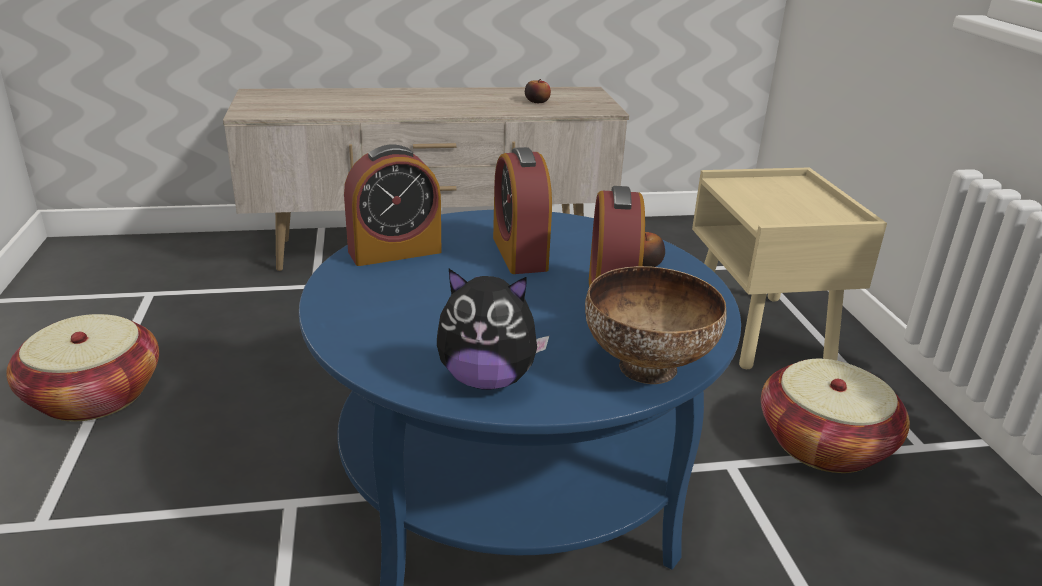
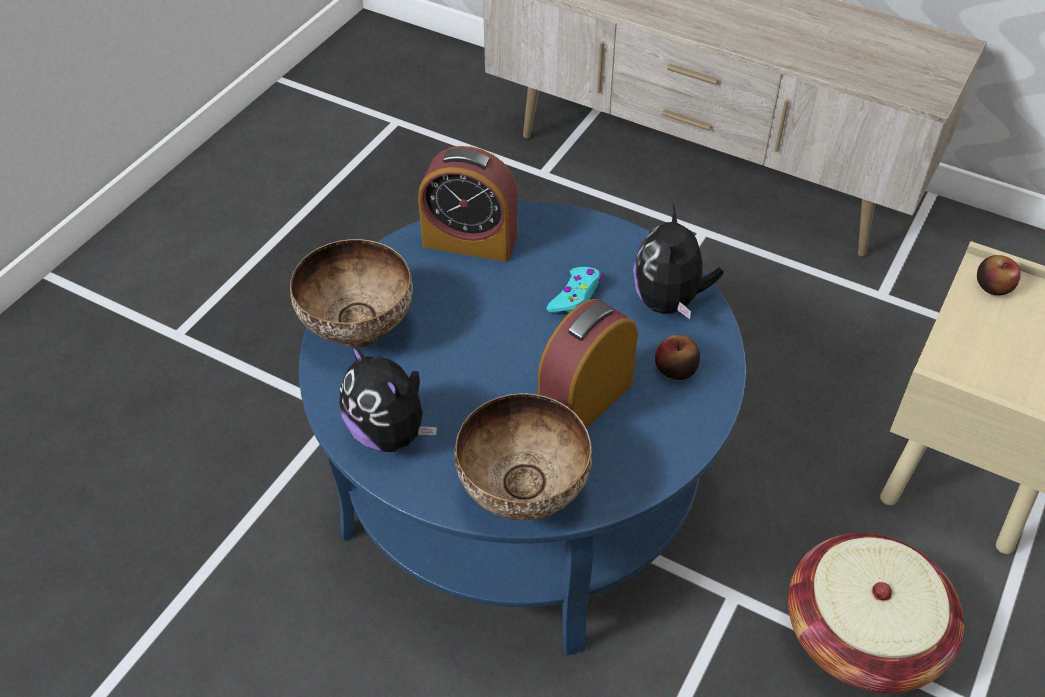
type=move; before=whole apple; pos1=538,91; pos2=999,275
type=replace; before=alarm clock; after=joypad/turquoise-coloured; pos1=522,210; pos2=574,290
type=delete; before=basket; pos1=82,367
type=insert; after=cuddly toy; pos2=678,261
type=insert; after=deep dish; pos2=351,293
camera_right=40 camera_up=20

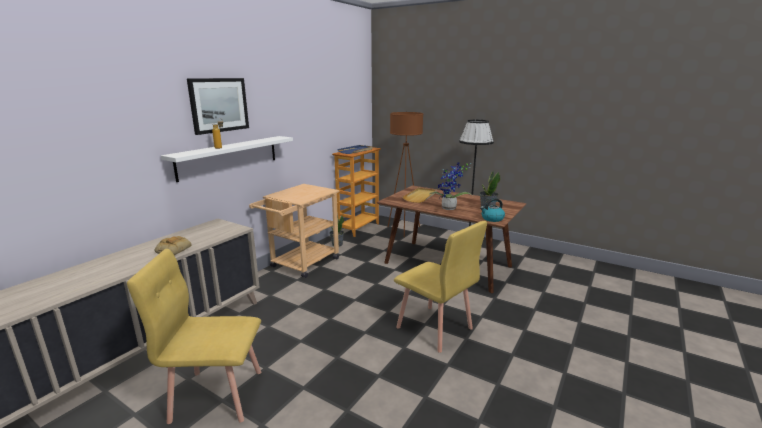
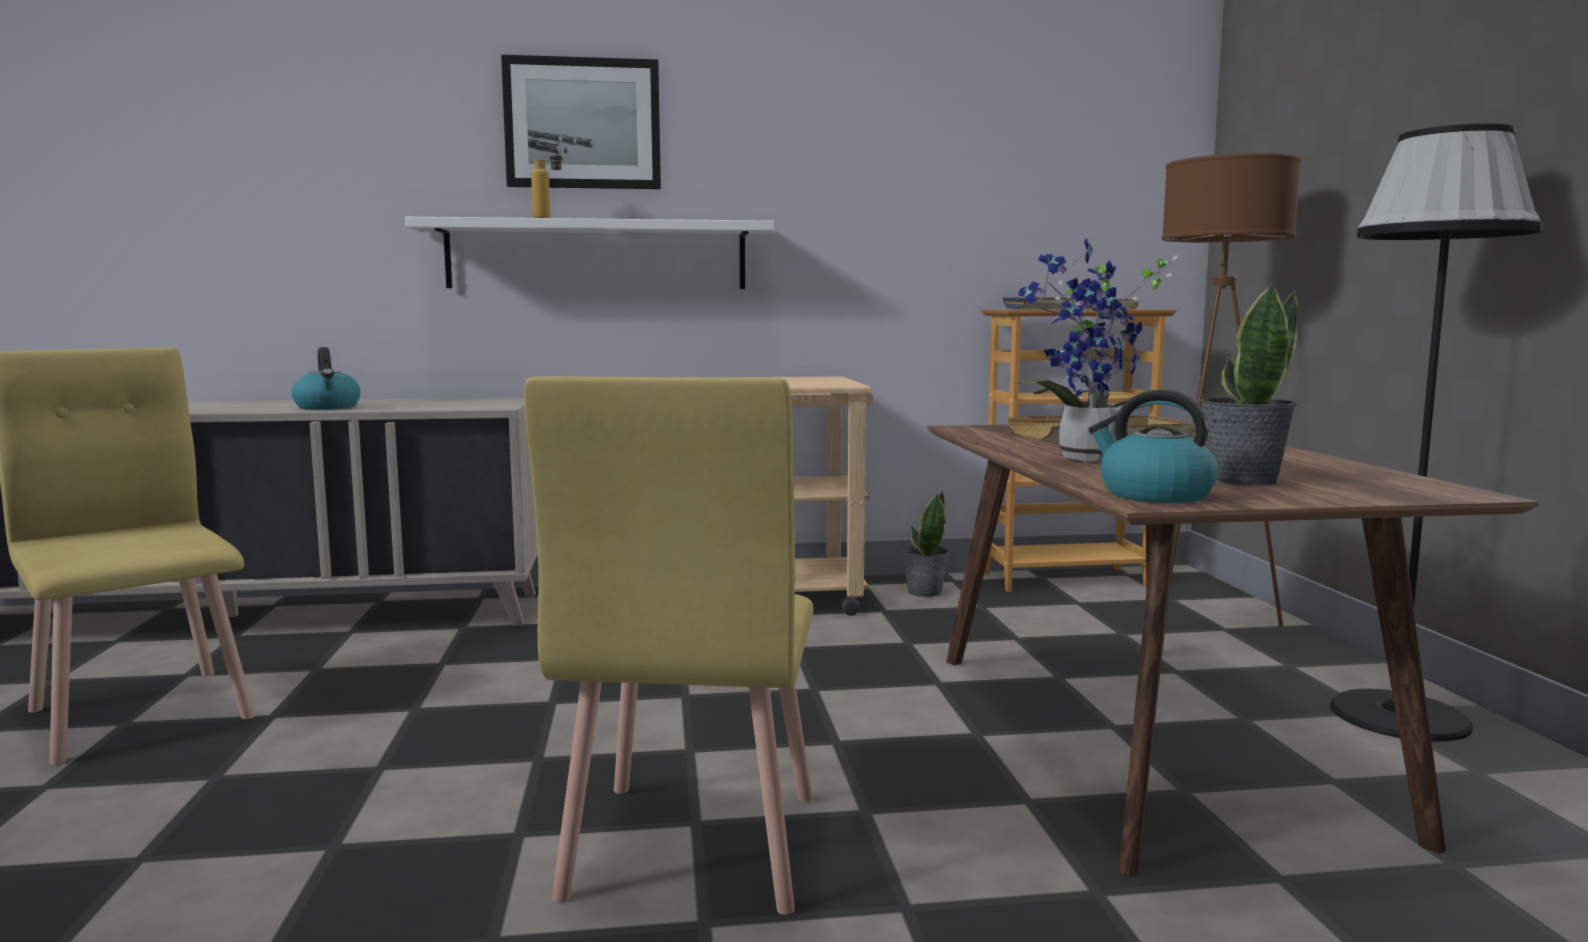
type=replace; before=bread; after=tea kettle; pos1=173,245; pos2=326,378
camera_right=50 camera_up=-10

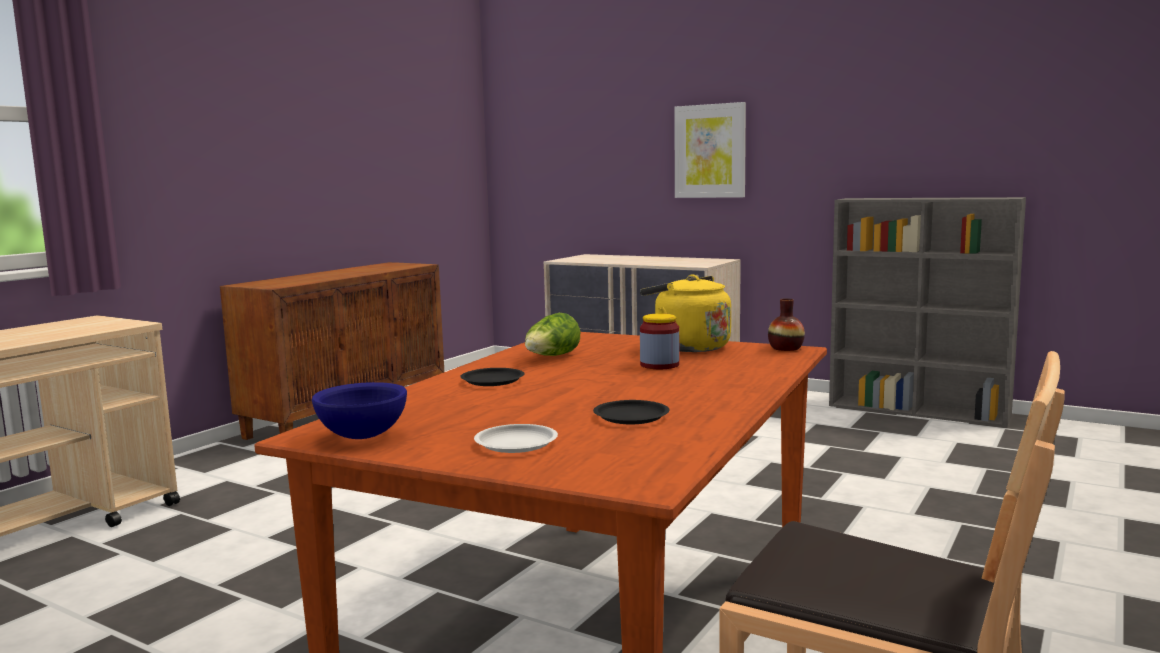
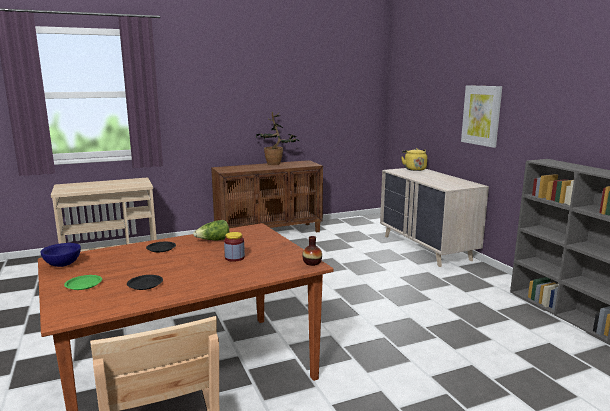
type=move; before=tea kettle/yellow; pos1=685,313; pos2=414,159
type=recolor; before=plate/whitish; after=plate/green-coloured; pos1=516,438; pos2=83,282
type=insert; after=plant in a pot; pos2=277,138
camera_right=35 camera_up=5

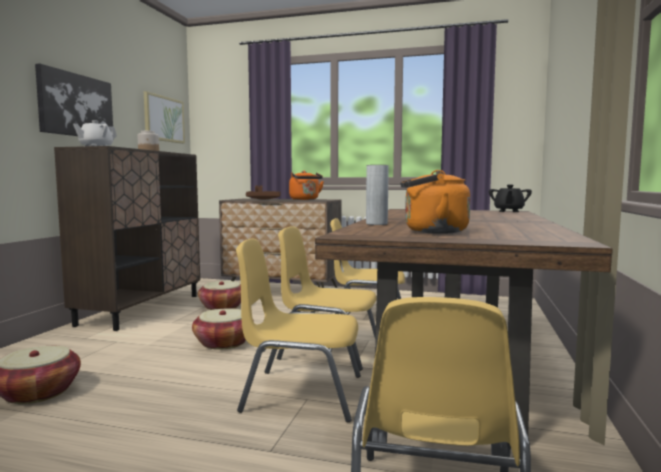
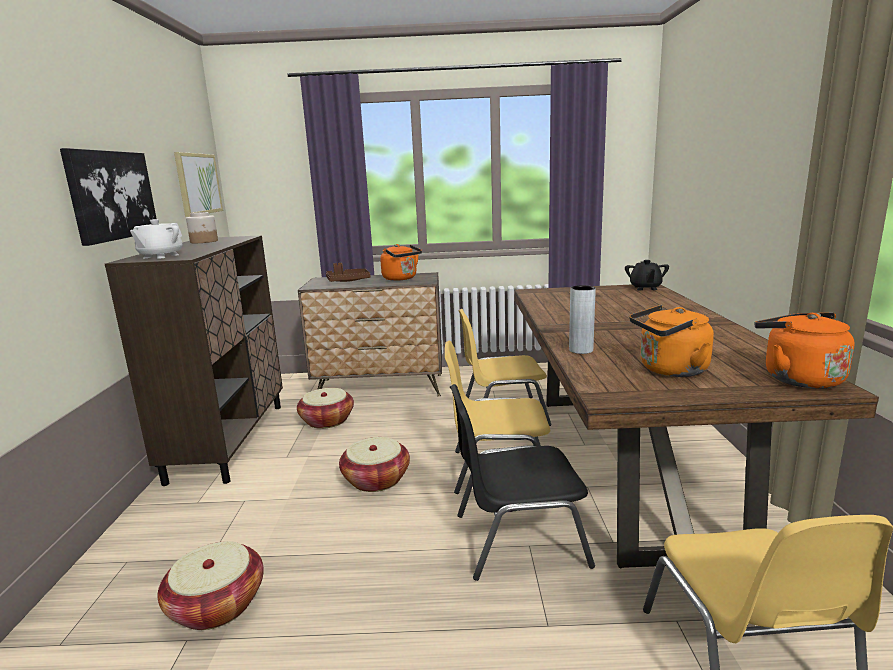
type=recolor; before=chair/yellow; after=chair/black-coloured; pos1=298,330; pos2=522,482
type=insert; after=tea kettle/orangey; pos2=804,351
camera_right=-15 camera_up=10

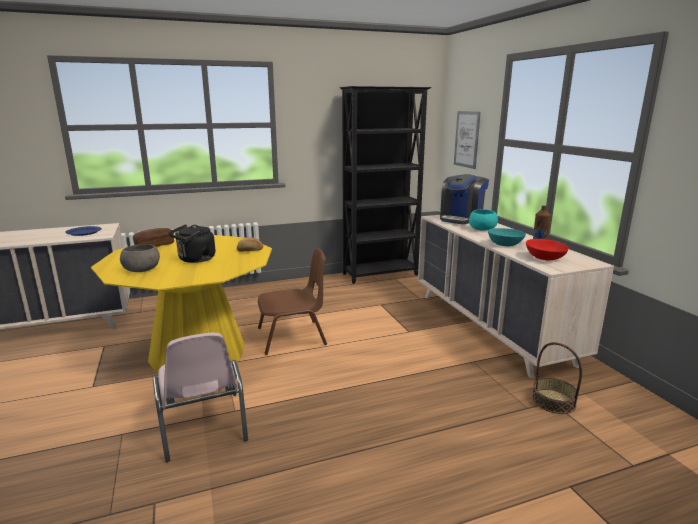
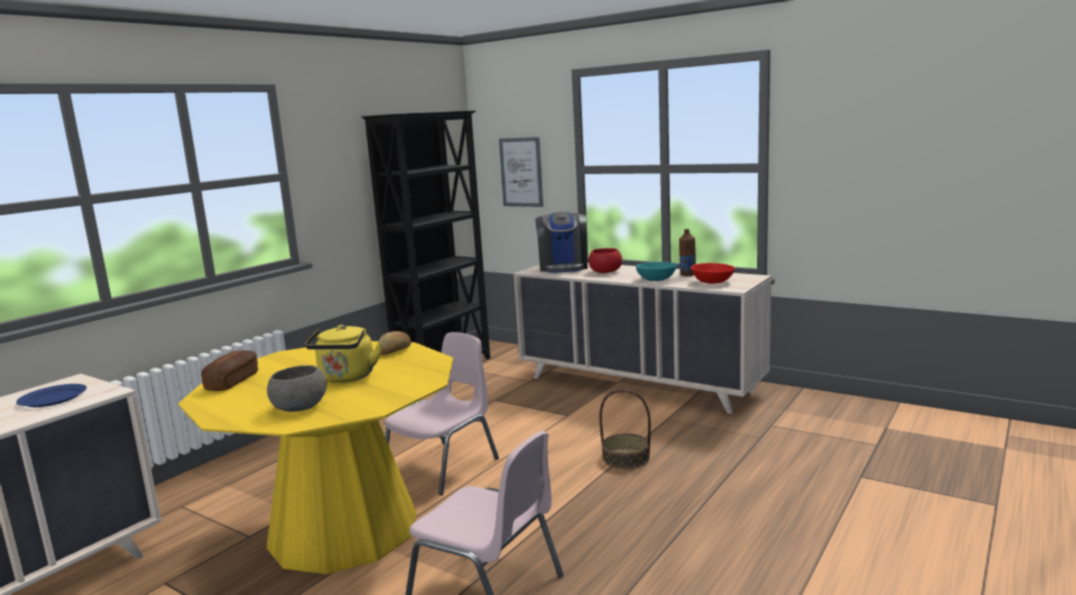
type=recolor; before=deep dish/turquoise-coloured; after=deep dish/red-coloured; pos1=483,219; pos2=605,260
type=recolor; before=tea kettle/black-coloured; after=tea kettle/yellow; pos1=191,244; pos2=343,354
type=recolor; before=chair/brownish; after=chair/pink; pos1=292,301; pos2=442,413
type=move; before=basket; pos1=557,378; pos2=625,429
camera_right=-35 camera_up=-5

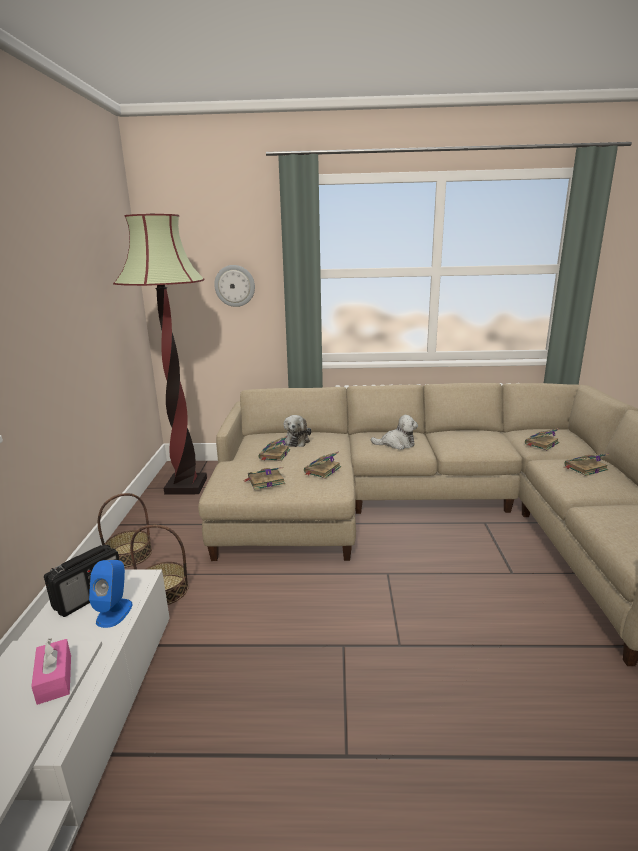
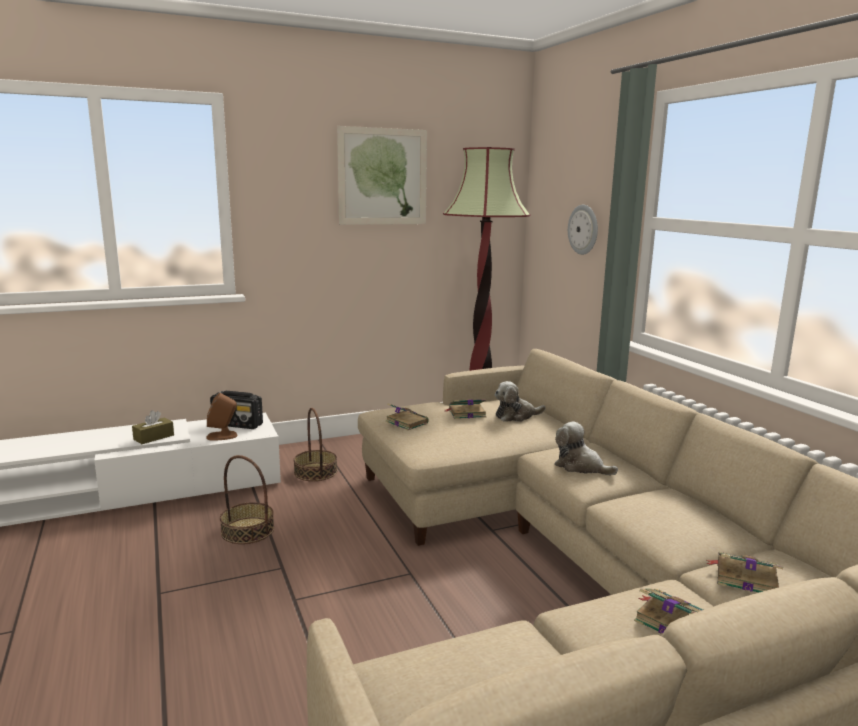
type=rotate; before=cuddly toy; pos1=394,432; pos2=586,448; turn=150
type=delete; before=volume; pos1=322,465
type=move; before=basket; pos1=125,530; pos2=247,499
type=recolor; before=loudspeaker/blue; after=loudspeaker/brownish; pos1=110,594; pos2=222,417
type=recolor; before=tissue holder/pink; after=tissue holder/brownish; pos1=51,671; pos2=153,427
type=insert; after=wall picture; pos2=382,175
camera_right=65 camera_up=-5

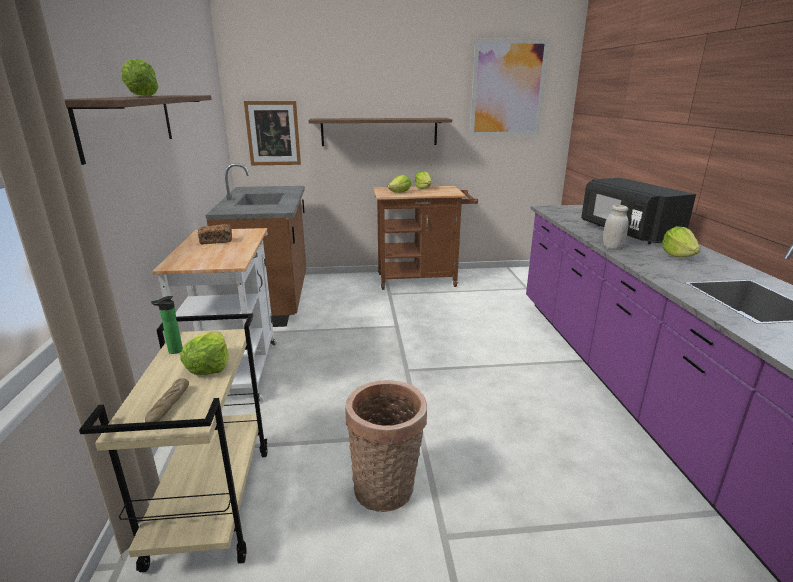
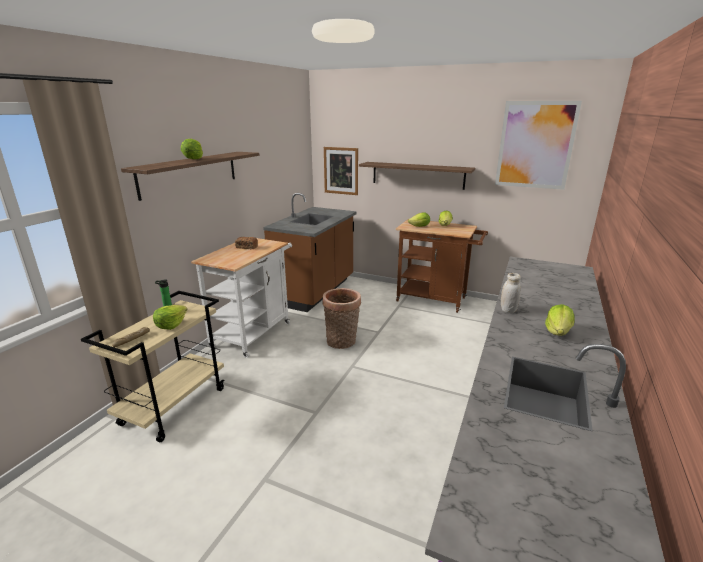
type=delete; before=kitchen microwave/black-coloured; pos1=638,211
type=move; before=basket; pos1=386,446; pos2=341,318
camera_right=30 camera_up=0

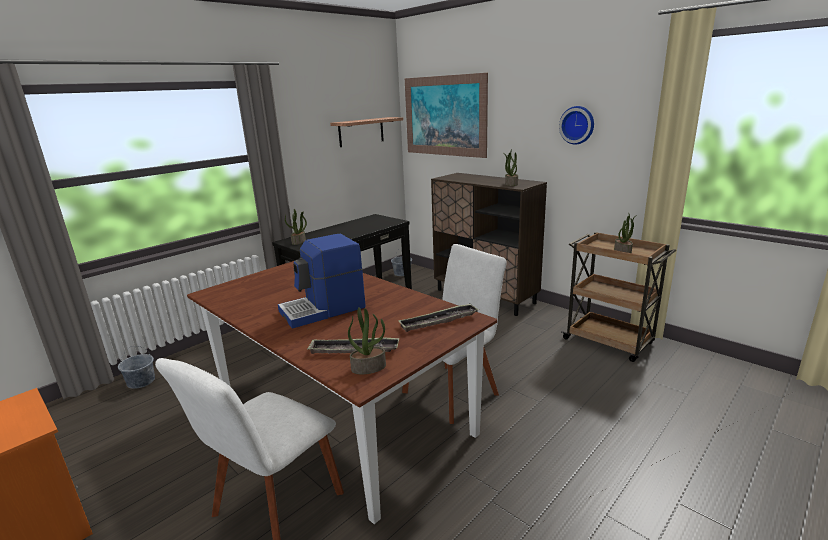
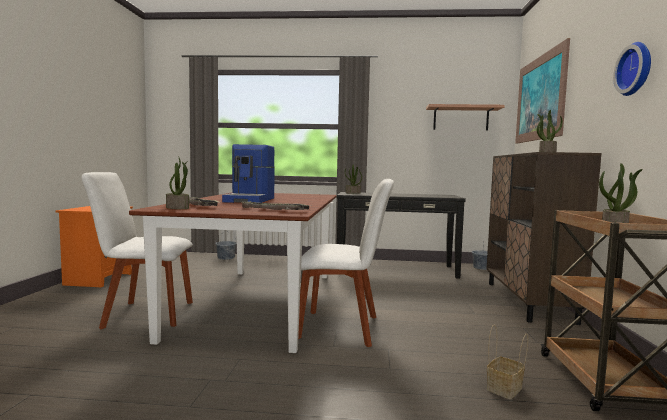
type=rotate; before=coffee brewer; pos1=322,281; pos2=248,173; turn=-105
type=insert; after=basket; pos2=507,362
camera_right=50 camera_up=-15

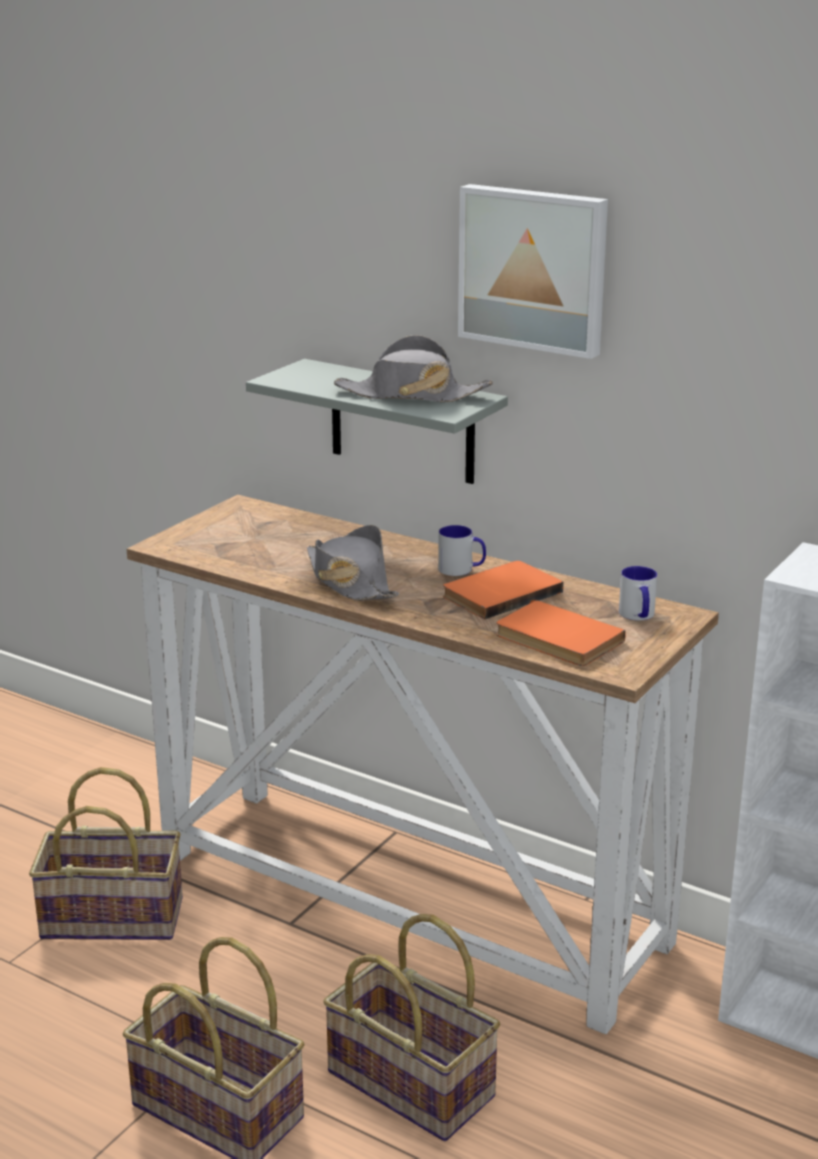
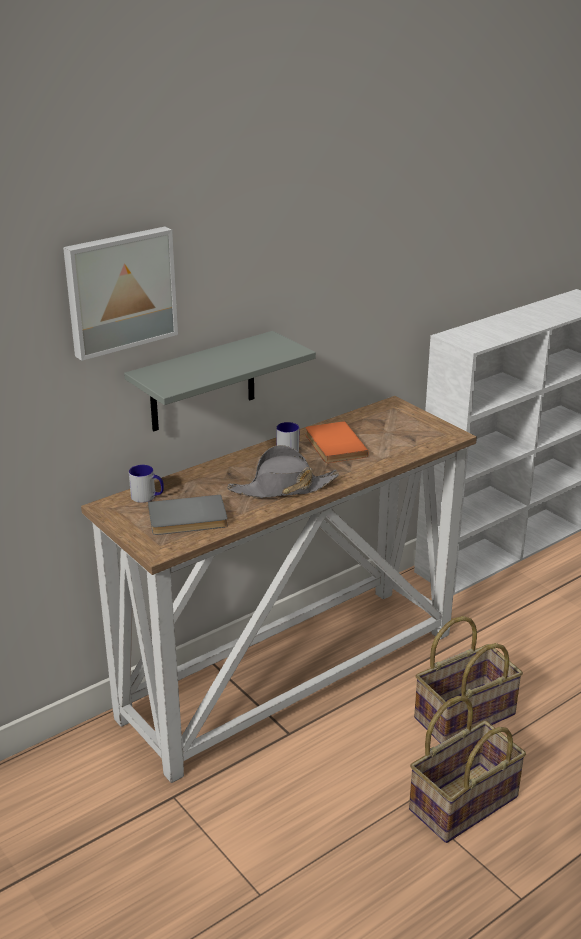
type=move; before=wall picture; pos1=533,271; pos2=120,293
type=delete; before=wearable hat/gray; pos1=413,368
type=move; before=mug; pos1=638,593; pos2=146,484
type=delete; before=volume/orangey; pos1=561,633
type=delete; before=basket; pos1=106,853
type=insert; after=volume/gray; pos2=188,515
camera_right=-70 camera_up=5

